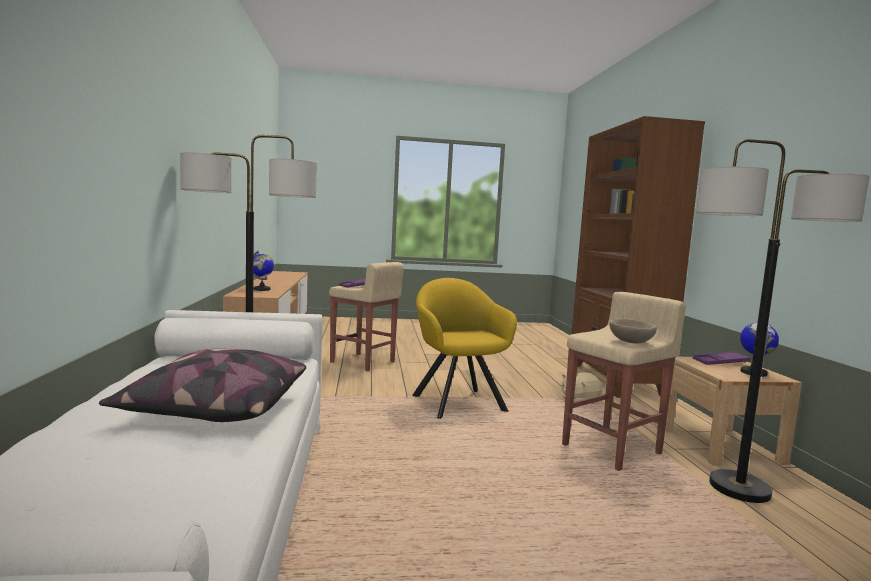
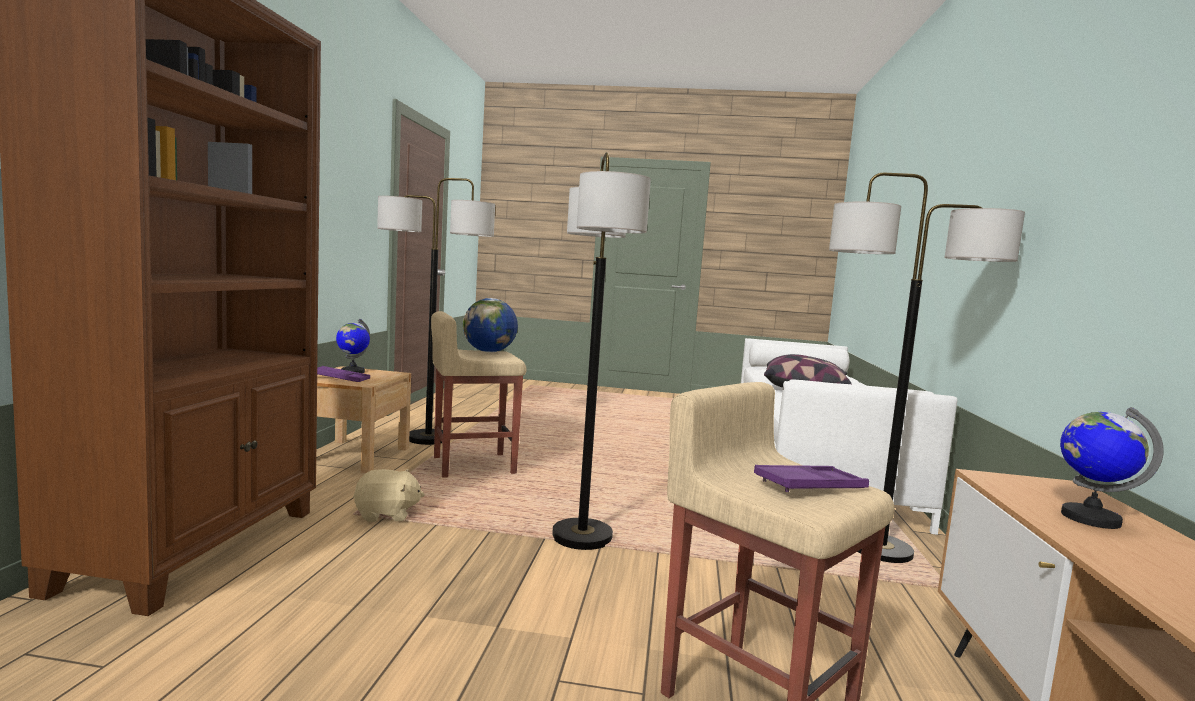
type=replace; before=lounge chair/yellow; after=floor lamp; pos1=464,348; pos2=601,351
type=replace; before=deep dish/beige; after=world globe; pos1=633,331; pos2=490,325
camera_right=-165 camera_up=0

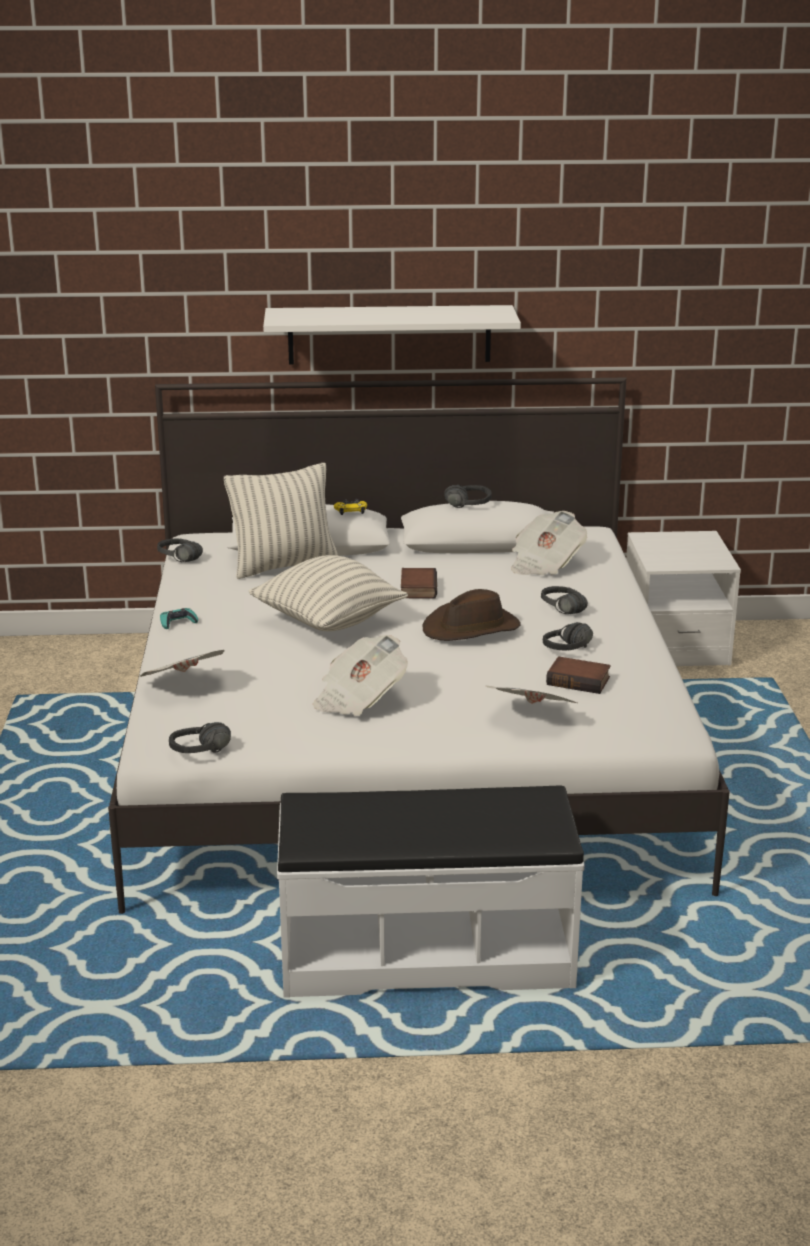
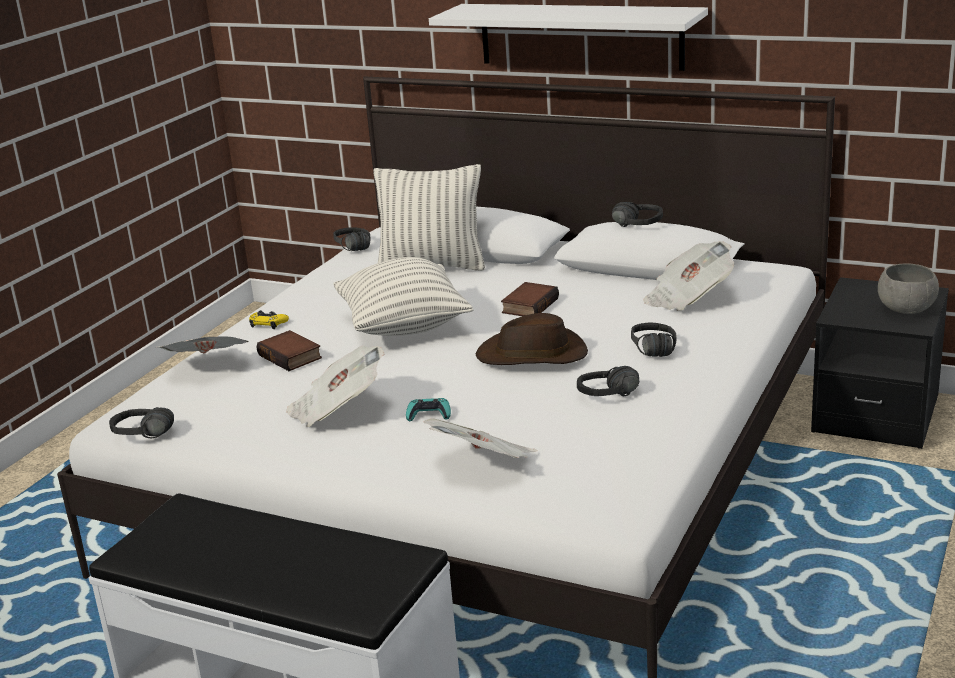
type=move; before=joypad/yellow; pos1=350,507; pos2=269,319
type=recolor; before=bedside table/whitish; after=bedside table/black-coloured; pos1=683,598; pos2=880,363
type=move; before=joypad/turquoise-coloured; pos1=179,618; pos2=428,409
type=move; before=volume; pos1=578,675; pos2=289,350
type=insert; after=deep dish/gray; pos2=908,288
camera_right=30 camera_up=0

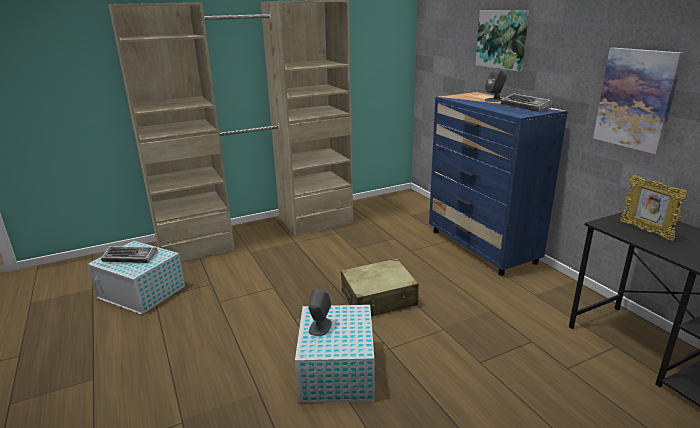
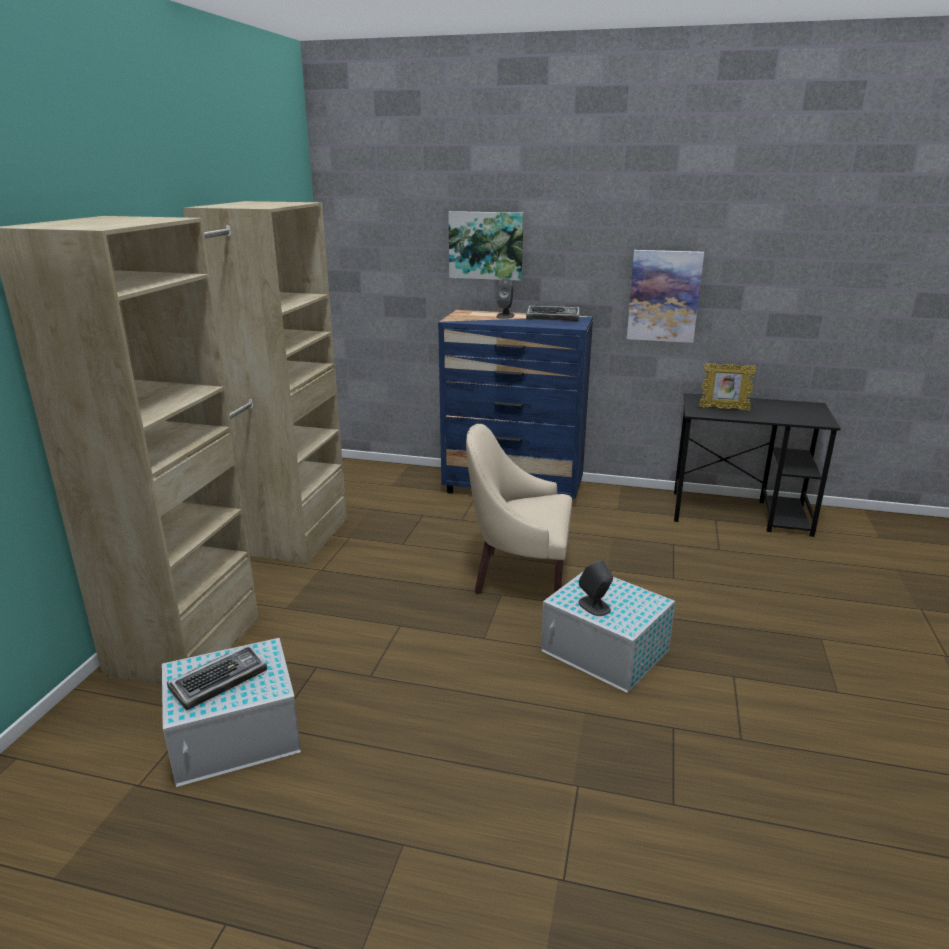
type=replace; before=suitcase/beige; after=lounge chair/beige; pos1=379,287; pos2=519,509
camera_right=-50 camera_up=0

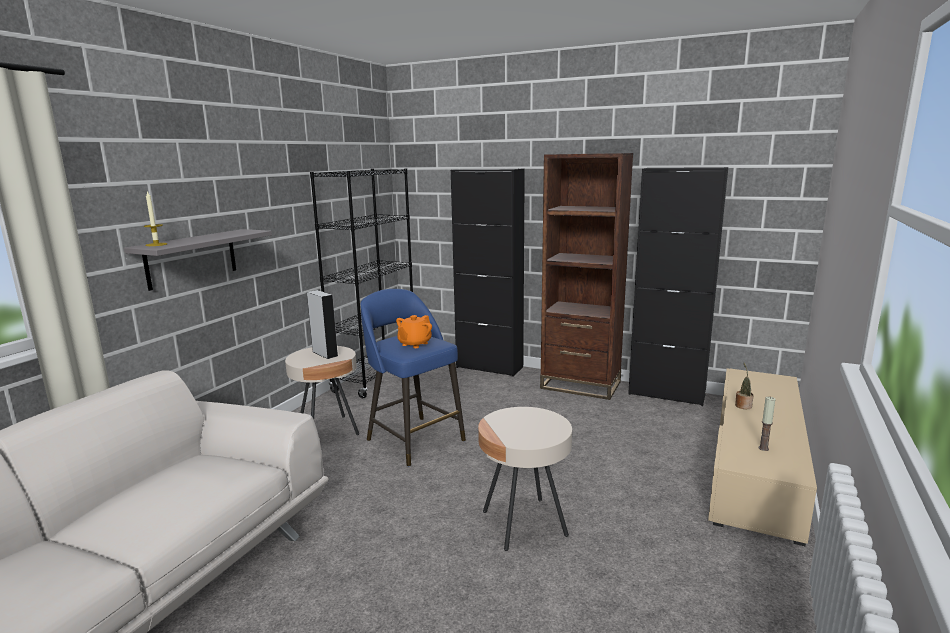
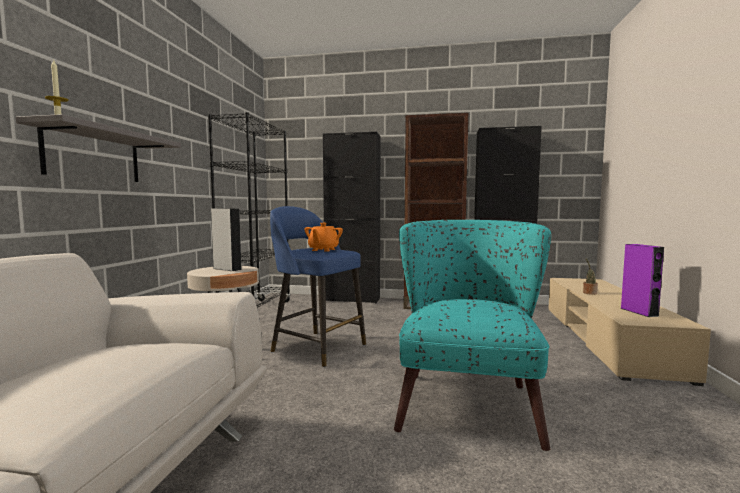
type=replace; before=wax candle; after=loudspeaker/purple-coloured; pos1=767,424; pos2=642,280
type=replace; before=accent table/beige; after=lounge chair/turquoise-coloured; pos1=525,479; pos2=472,335
camera_right=-15 camera_up=-10

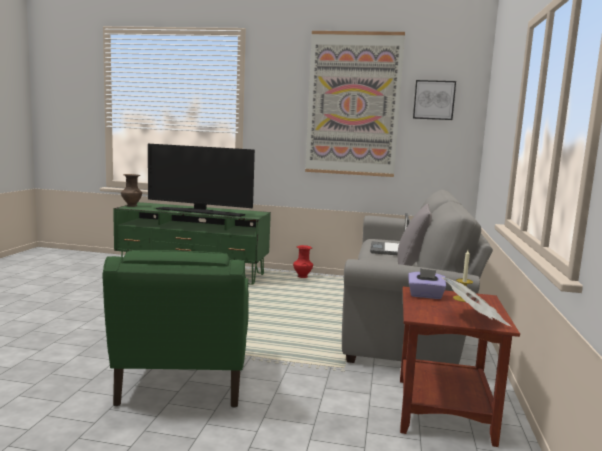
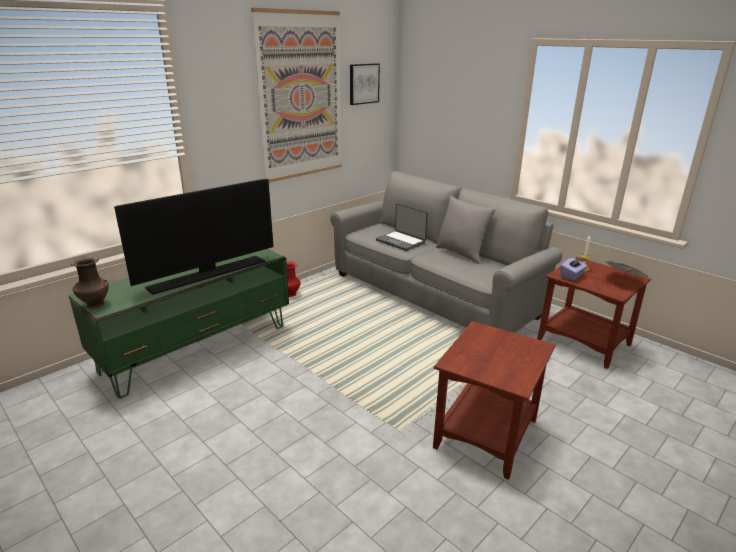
type=replace; before=lounge chair/green-coloured; after=accent table/brownish; pos1=175,329; pos2=494,400
camera_right=-55 camera_up=15

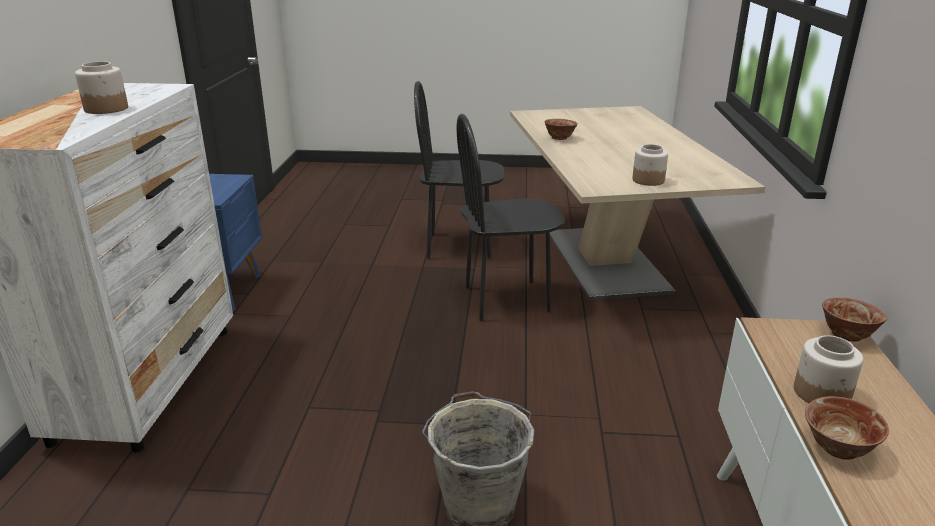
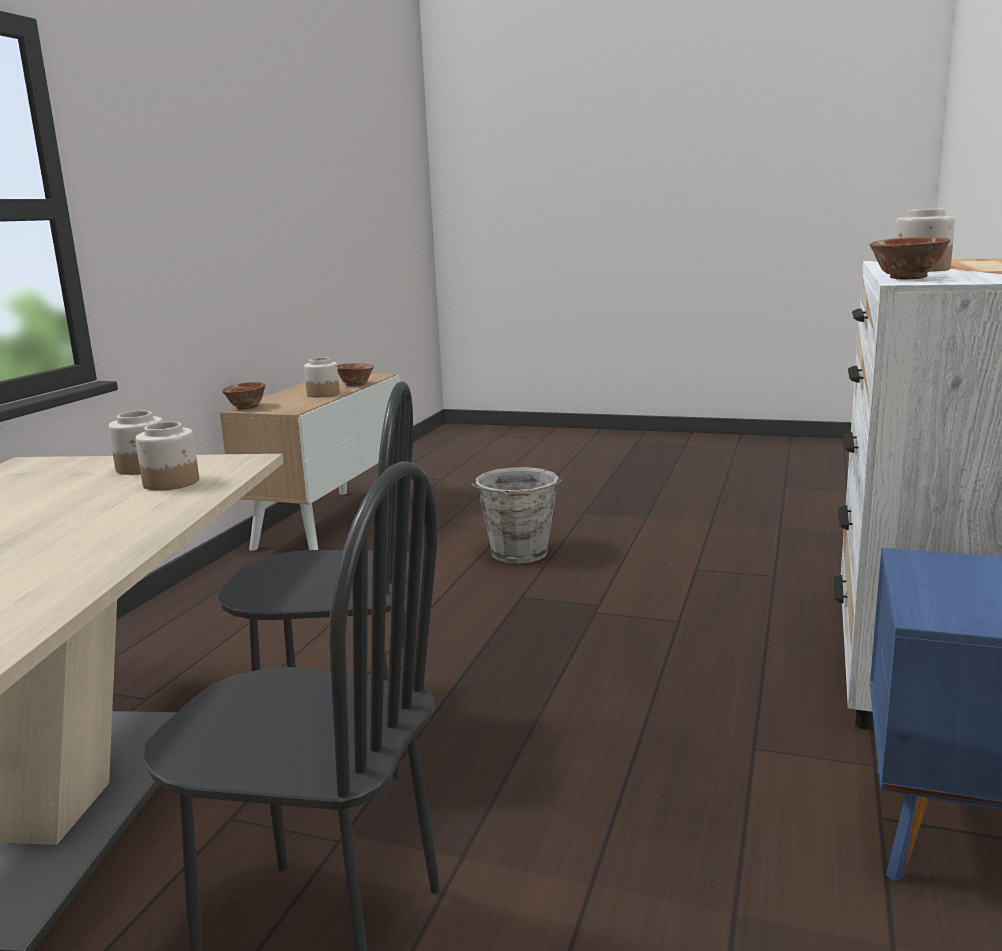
type=move; before=deep dish; pos1=561,129; pos2=910,258
type=insert; after=storage jar; pos2=167,456
camera_right=-165 camera_up=-10

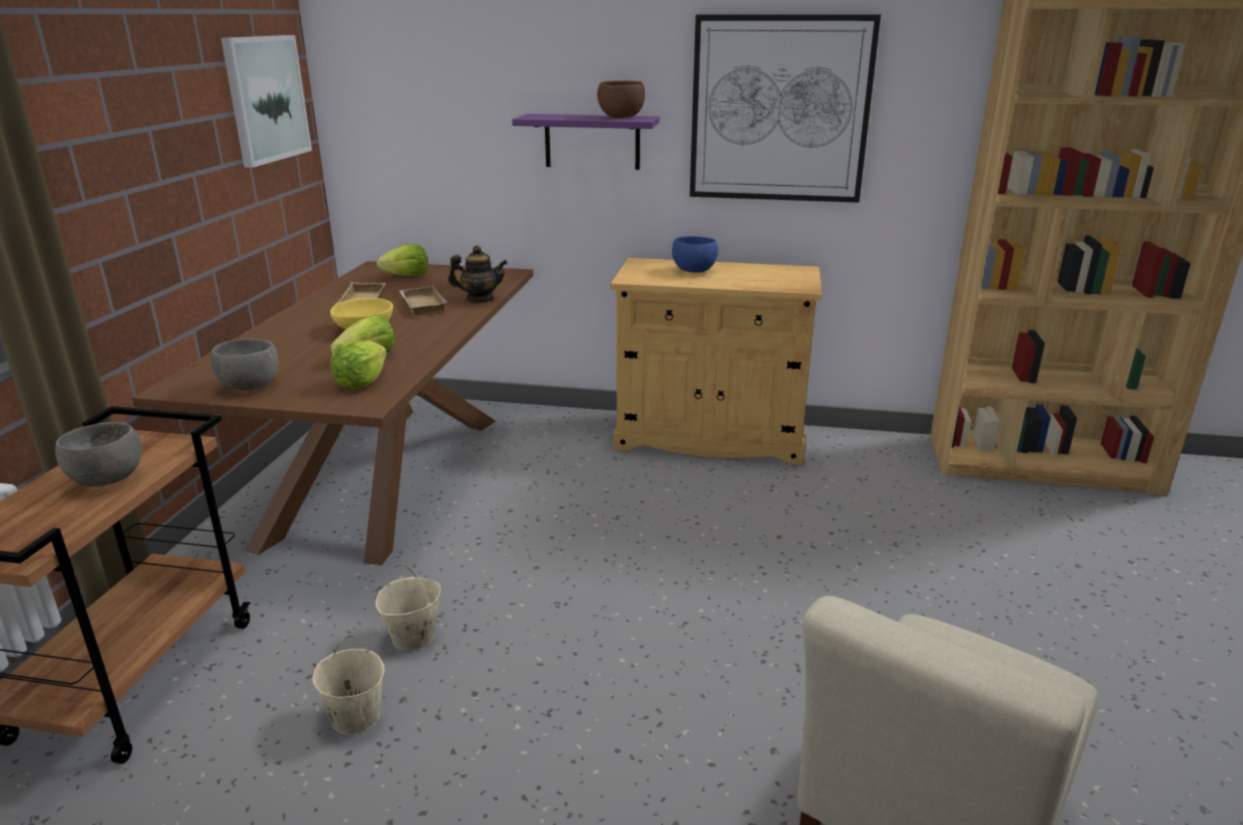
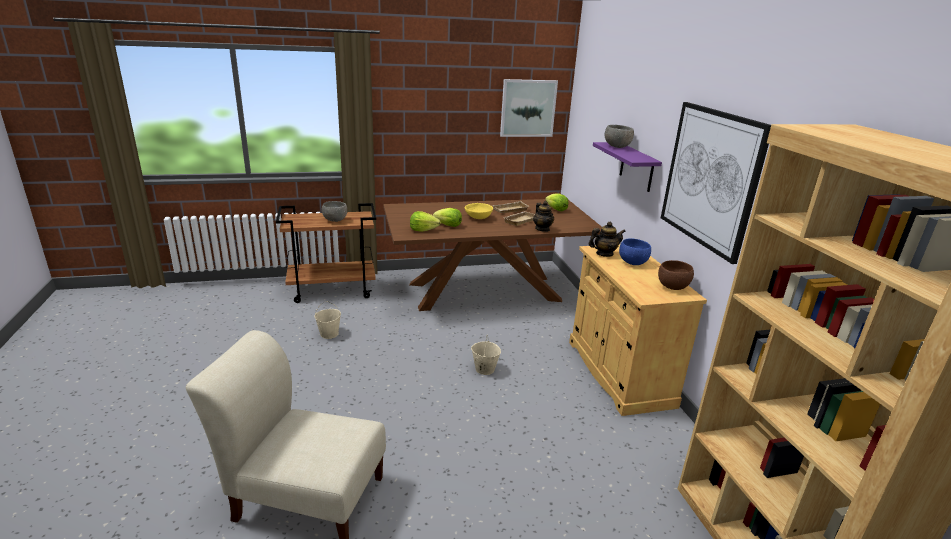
type=move; before=deep dish/brownish; pos1=621,100; pos2=676,275
type=move; before=deep dish/gray; pos1=244,364; pos2=619,136
type=move; before=pail/beige; pos1=408,607; pos2=486,355
type=insert; after=tea pot; pos2=607,239
camera_right=65 camera_up=0

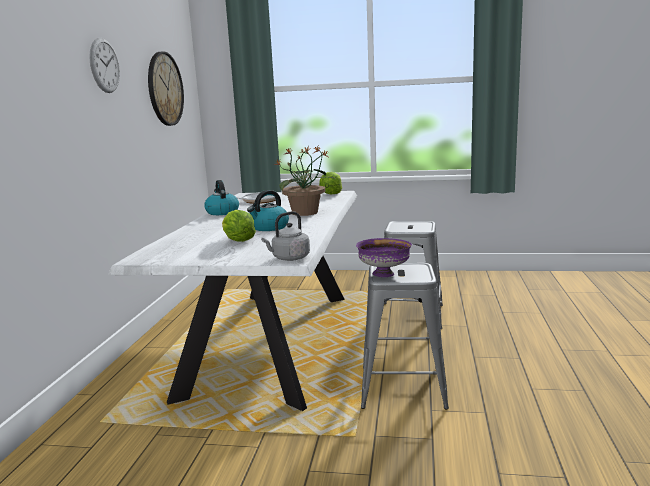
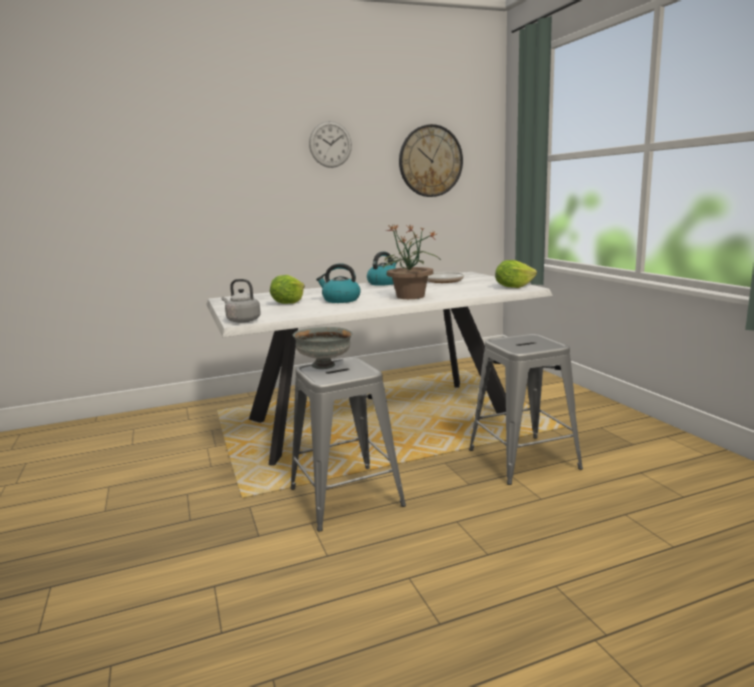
type=recolor; before=deep dish/purple-coloured; after=deep dish/gray; pos1=384,257; pos2=323,348
camera_right=60 camera_up=0

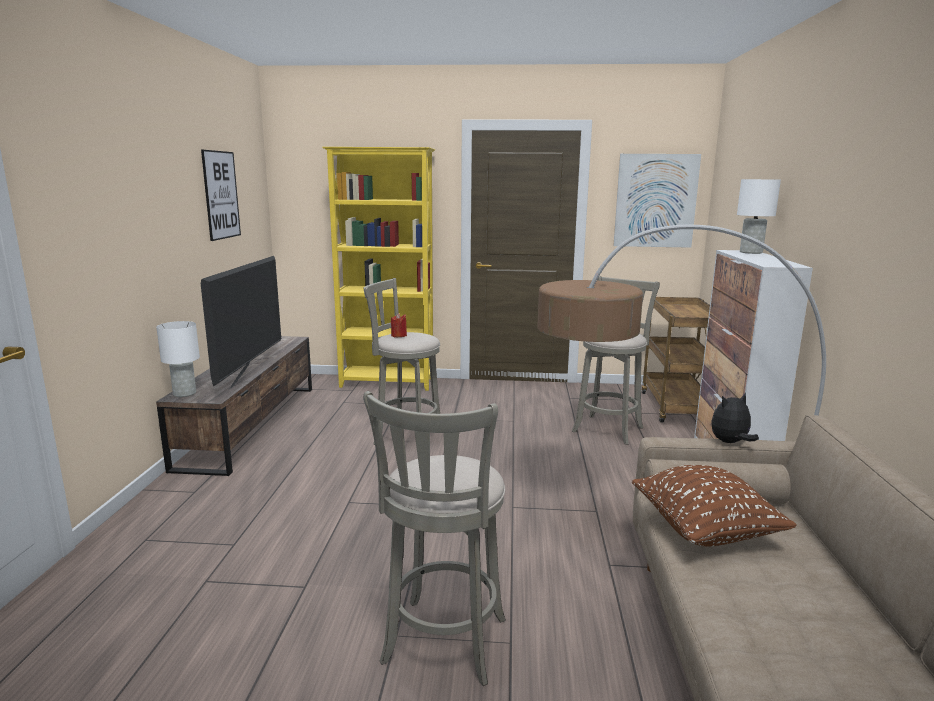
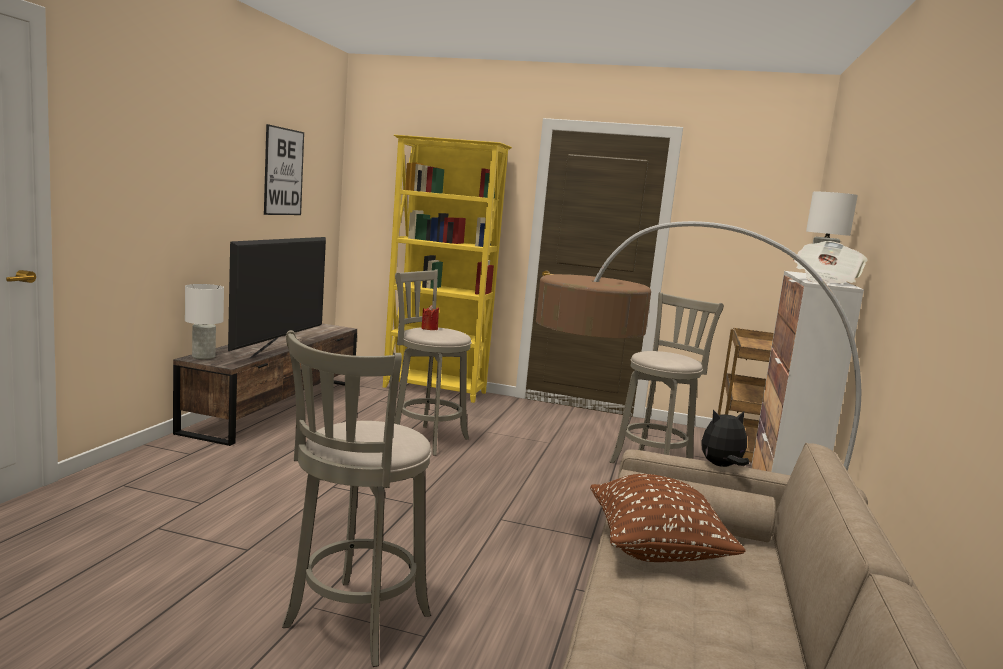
type=delete; before=wall picture; pos1=657,201
type=insert; after=printed paper; pos2=830,262
camera_right=10 camera_up=-5

